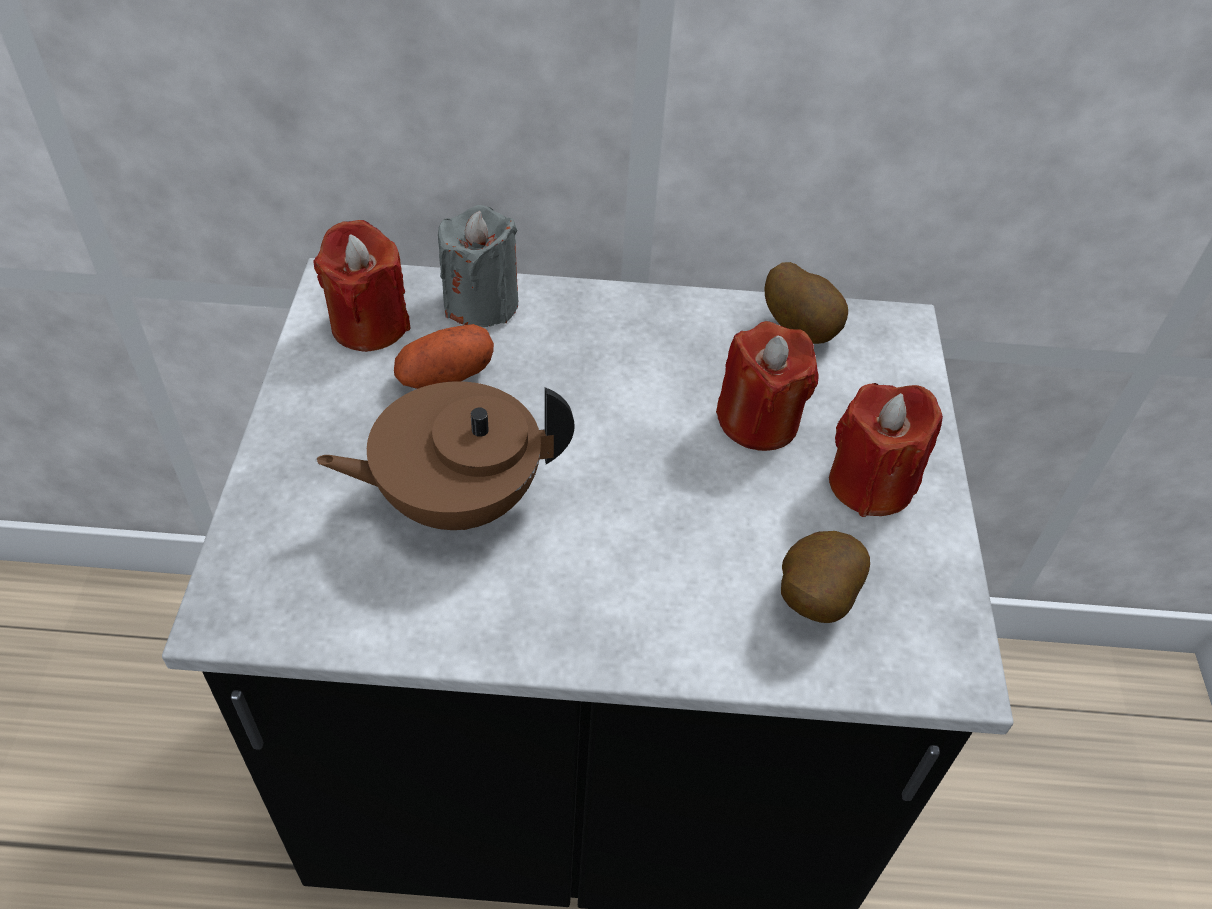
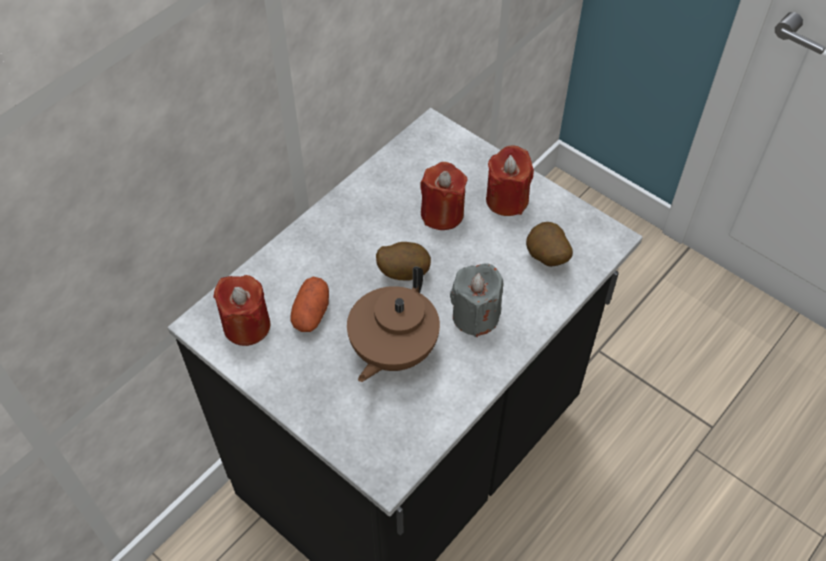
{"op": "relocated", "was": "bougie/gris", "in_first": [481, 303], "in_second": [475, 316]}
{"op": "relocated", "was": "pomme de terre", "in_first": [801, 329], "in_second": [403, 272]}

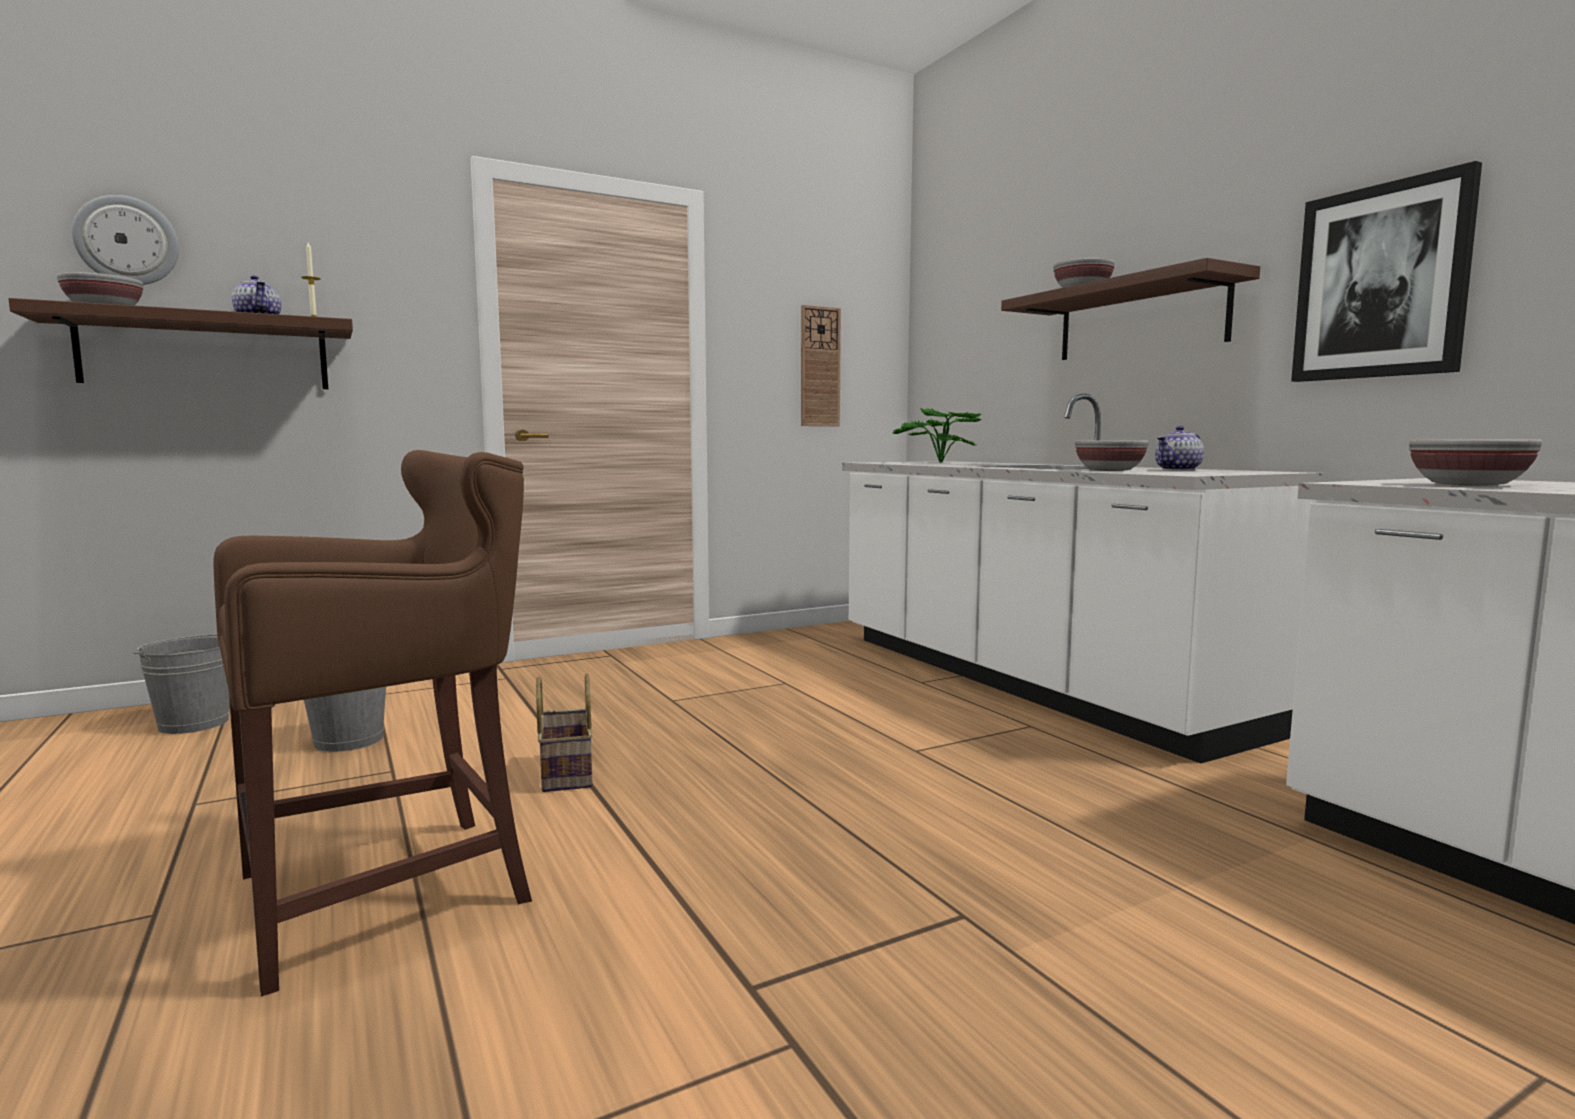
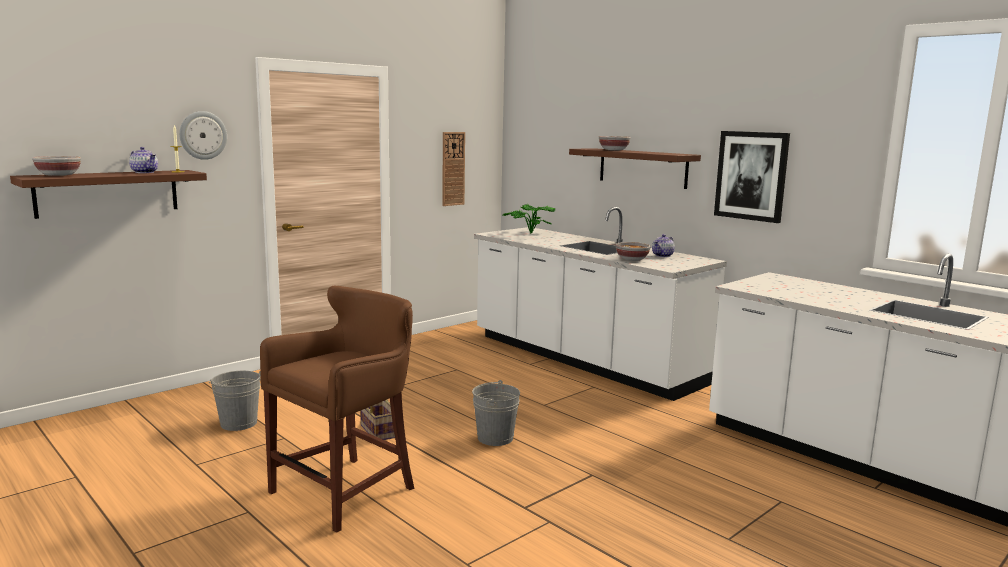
{"op": "relocated", "was": "horloge murale", "in_first": [127, 241], "in_second": [203, 135]}
{"op": "relocated", "was": "seau/gris", "in_first": [194, 723], "in_second": [495, 438]}
{"op": "missing", "was": "bol", "in_first": [1468, 485]}

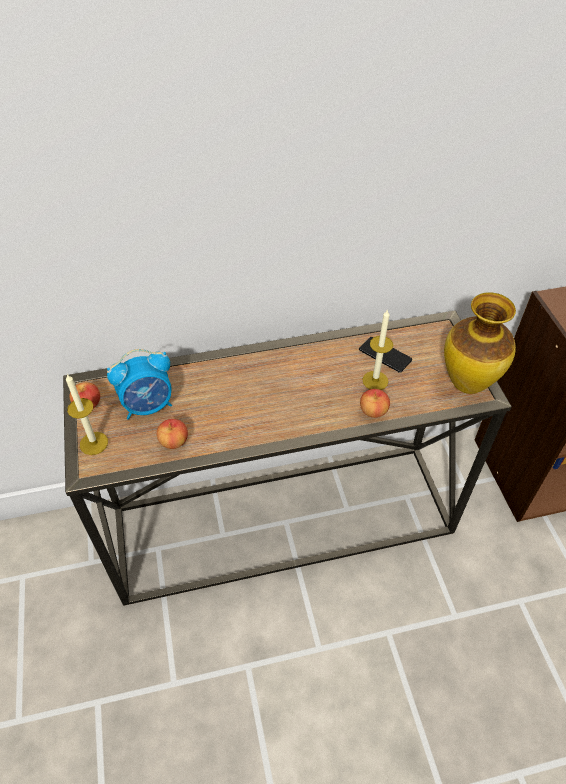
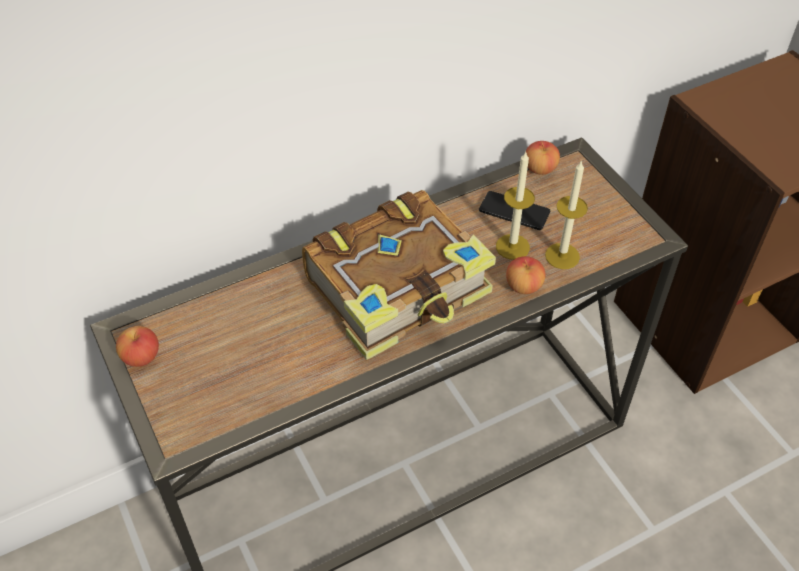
{"op": "relocated", "was": "bougie", "in_first": [94, 443], "in_second": [562, 256]}
{"op": "missing", "was": "réveil", "in_first": [148, 405]}
{"op": "relocated", "was": "pomme", "in_first": [174, 441], "in_second": [540, 169]}
{"op": "missing", "was": "vase", "in_first": [467, 383]}
{"op": "appeared", "now": "livre", "in_second": [400, 288]}

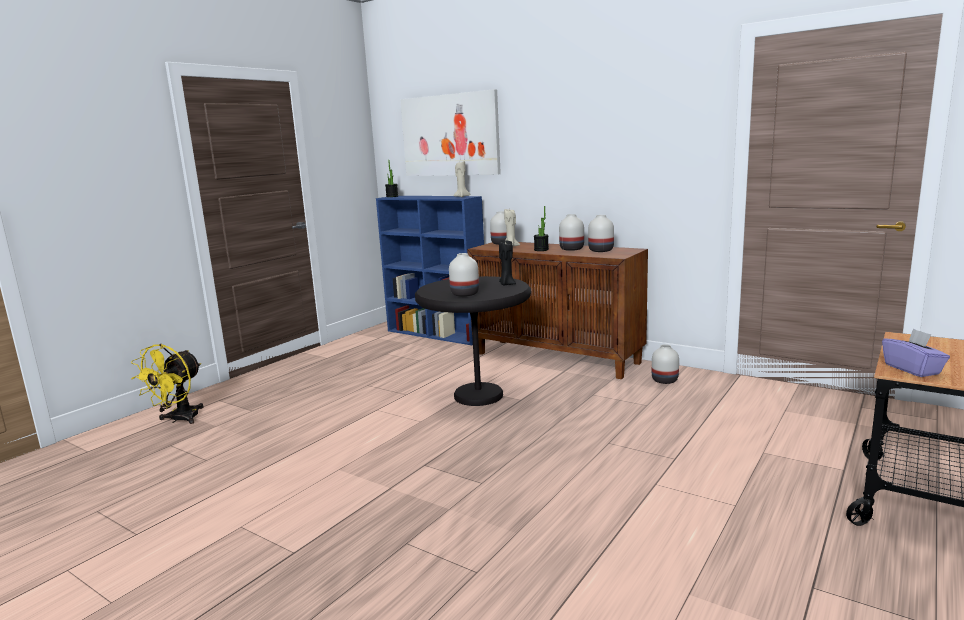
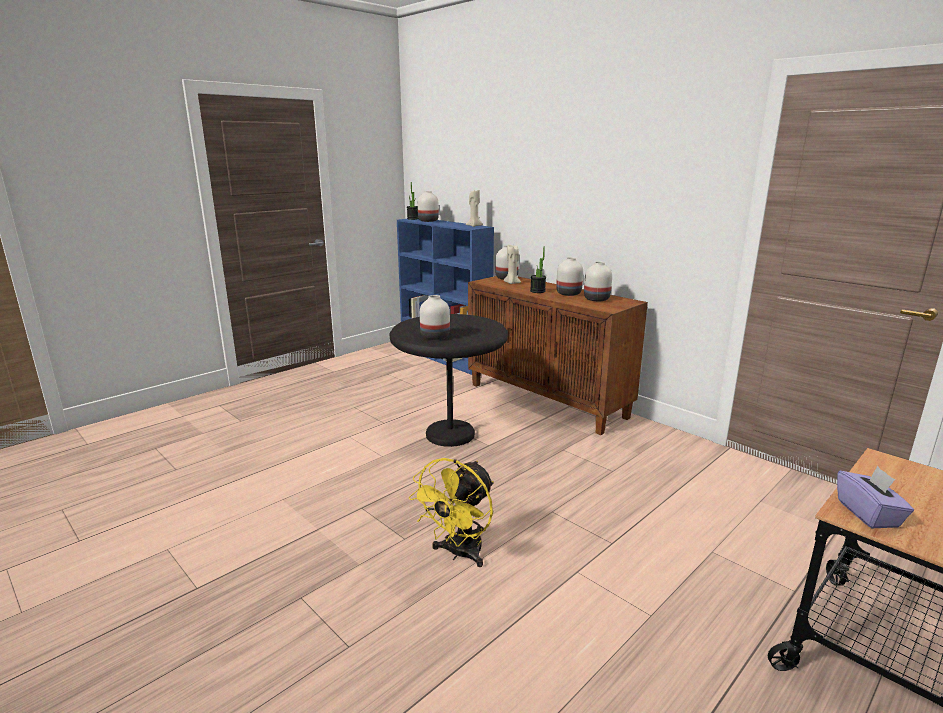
{"op": "relocated", "was": "ventilateur/jaune", "in_first": [179, 420], "in_second": [459, 554]}
{"op": "missing", "was": "tableau", "in_first": [450, 135]}
{"op": "missing", "was": "bougie/noir", "in_first": [506, 284]}
{"op": "relocated", "was": "vase/blanc", "in_first": [665, 380], "in_second": [429, 221]}

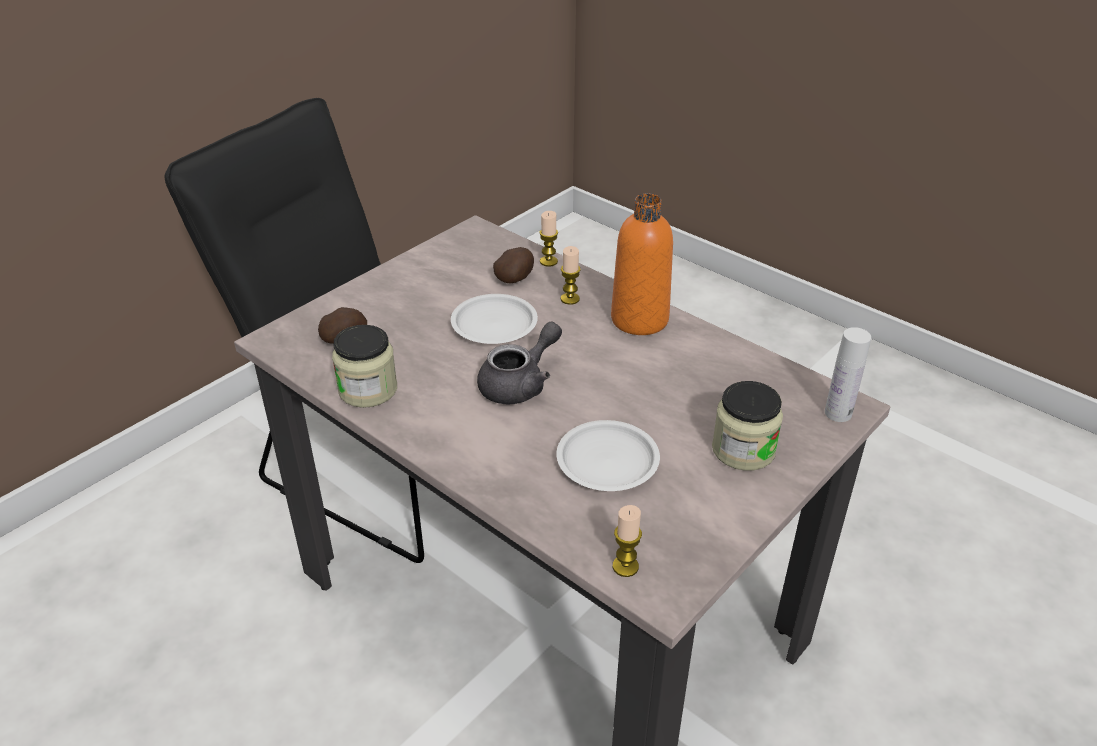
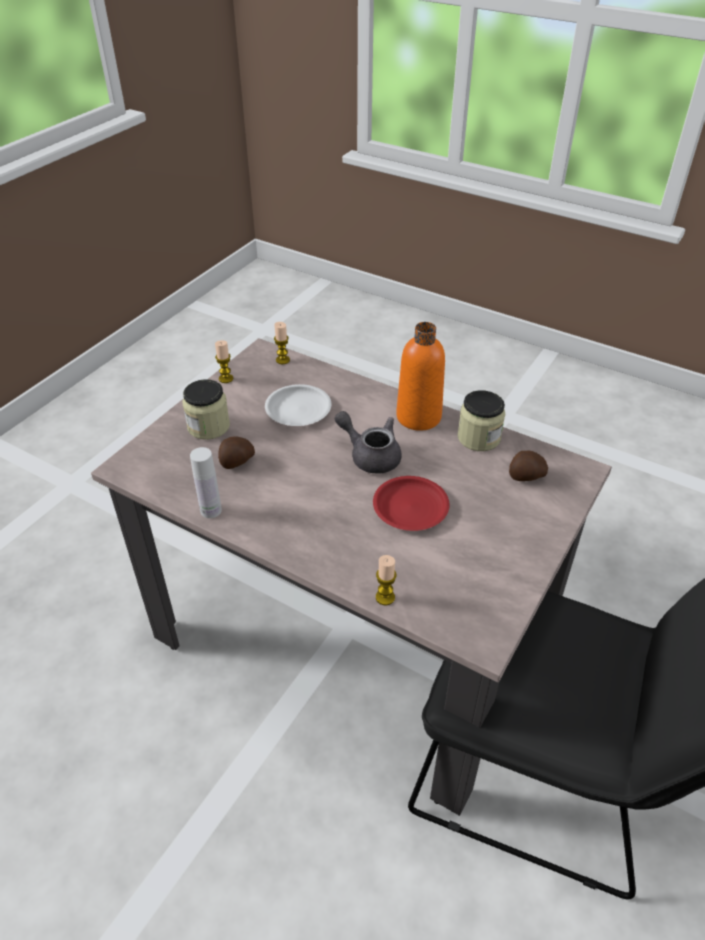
{"op": "colour", "was": "assiette/blanc", "now": "assiette/rouge", "in_first": [494, 324], "in_second": [410, 508]}
{"op": "spun", "was": "théière/gris", "in_first": [520, 384], "in_second": [370, 455], "clockwise": 90}
{"op": "relocated", "was": "pomme de terre", "in_first": [515, 279], "in_second": [236, 462]}
{"op": "relocated", "was": "bougie", "in_first": [570, 299], "in_second": [226, 378]}
{"op": "relocated", "was": "bouteille/orange", "in_first": [639, 319], "in_second": [418, 417]}
{"op": "relocated", "was": "bouteille/blanc", "in_first": [838, 413], "in_second": [211, 510]}

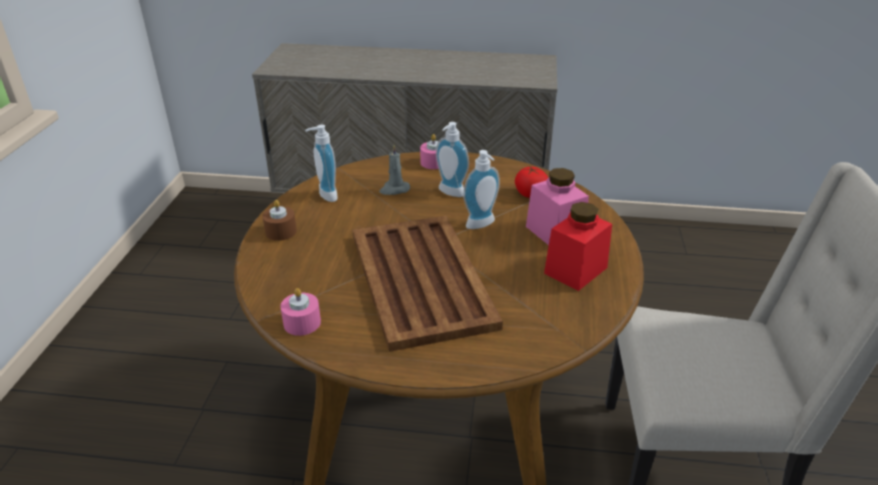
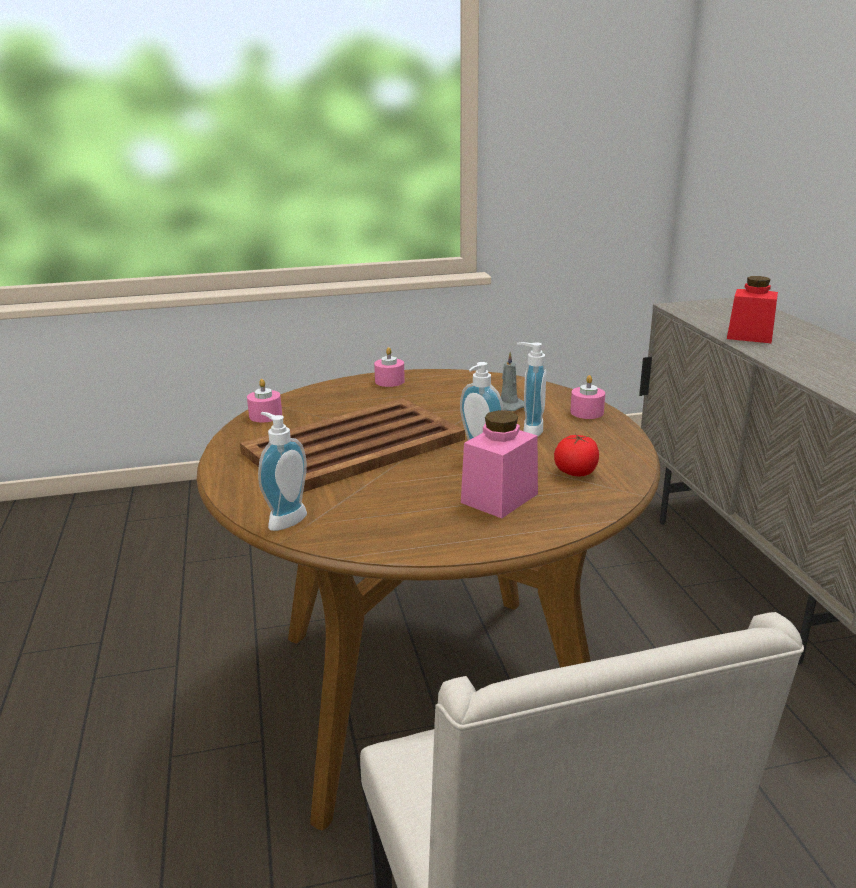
{"op": "colour", "was": "bougie/marron", "now": "bougie/rose", "in_first": [281, 231], "in_second": [389, 381]}
{"op": "relocated", "was": "distributeur de savon", "in_first": [324, 196], "in_second": [284, 519]}
{"op": "relocated", "was": "bocal/rouge", "in_first": [575, 270], "in_second": [749, 336]}

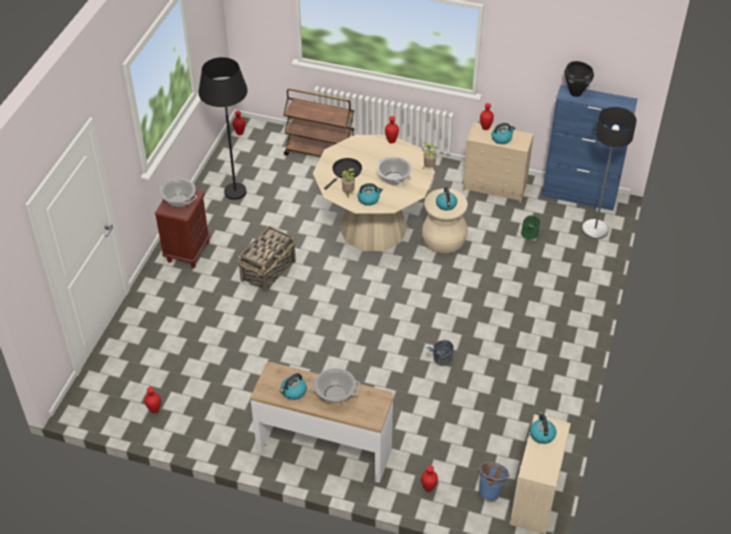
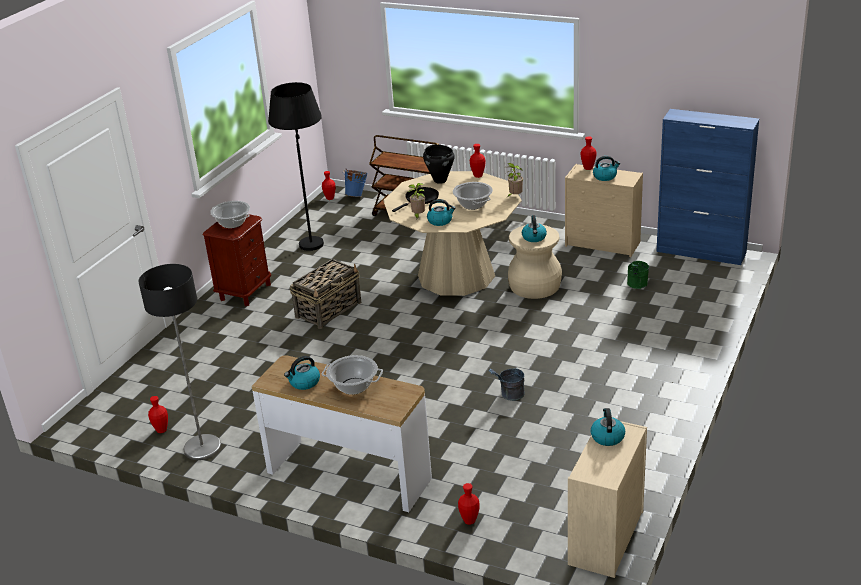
{"op": "relocated", "was": "seau/bleu", "in_first": [491, 490], "in_second": [357, 195]}
{"op": "relocated", "was": "marmite/noir", "in_first": [575, 93], "in_second": [440, 180]}
{"op": "relocated", "was": "lampadaire", "in_first": [595, 229], "in_second": [202, 448]}

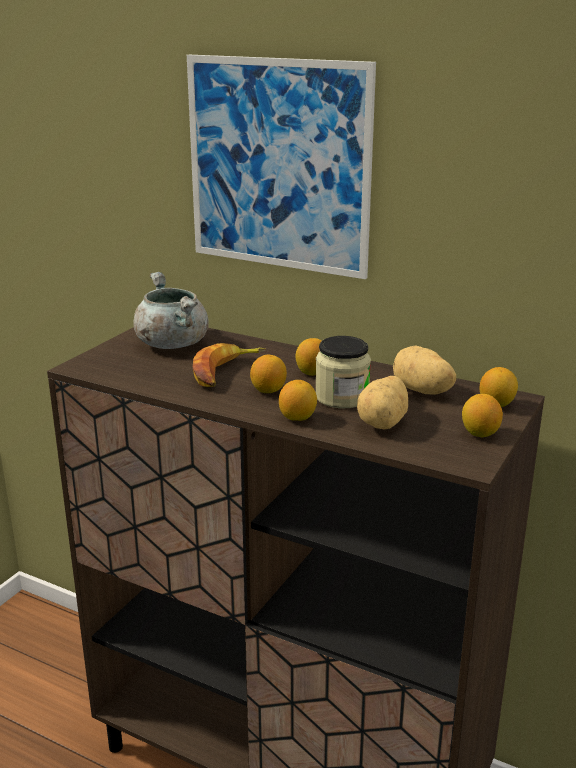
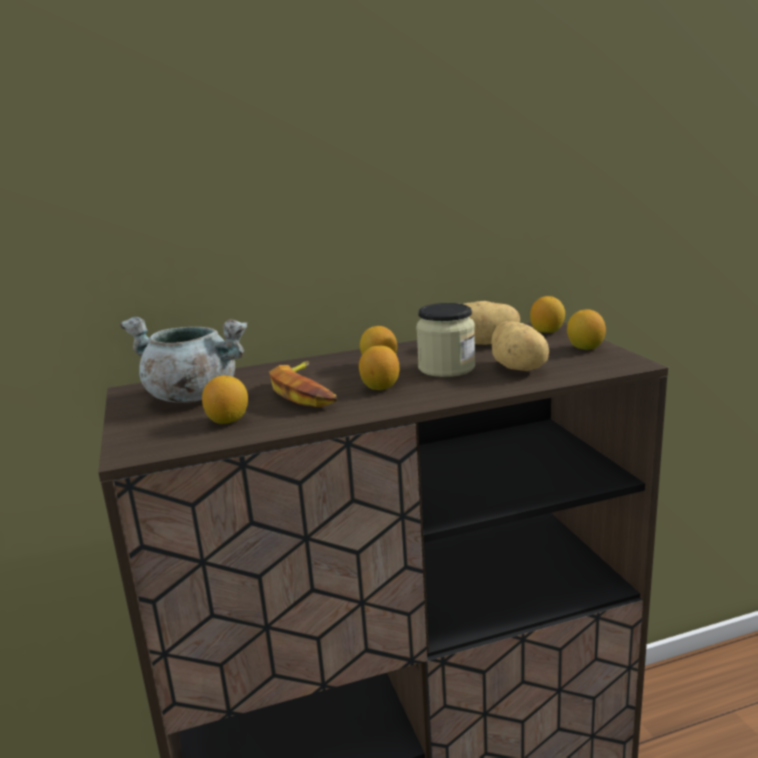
{"op": "missing", "was": "tableau", "in_first": [278, 166]}
{"op": "relocated", "was": "citron", "in_first": [297, 418], "in_second": [228, 421]}

